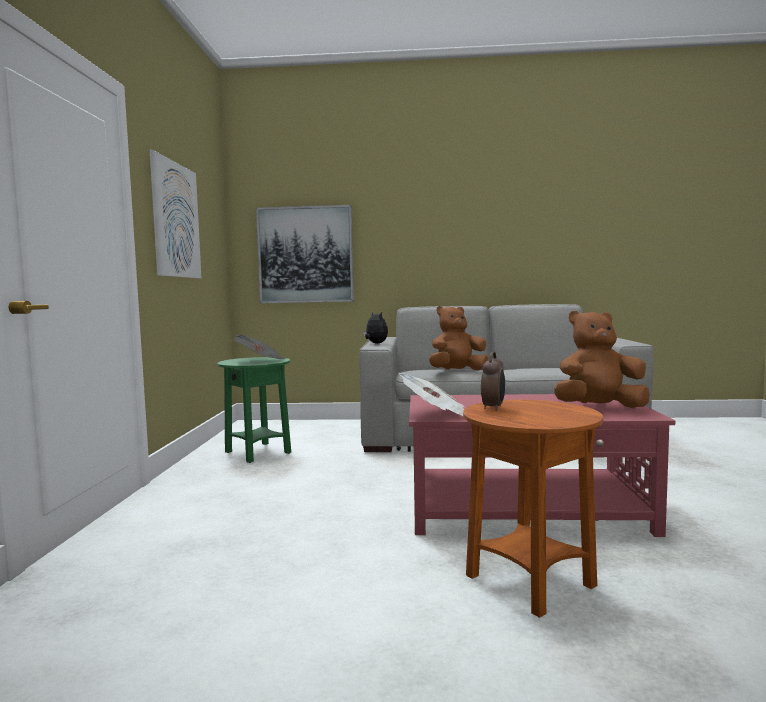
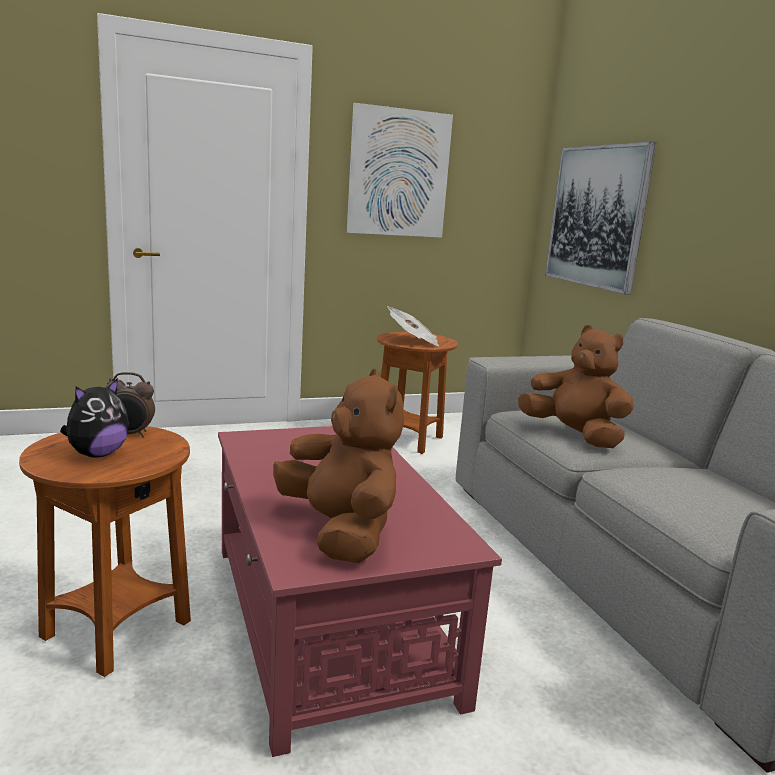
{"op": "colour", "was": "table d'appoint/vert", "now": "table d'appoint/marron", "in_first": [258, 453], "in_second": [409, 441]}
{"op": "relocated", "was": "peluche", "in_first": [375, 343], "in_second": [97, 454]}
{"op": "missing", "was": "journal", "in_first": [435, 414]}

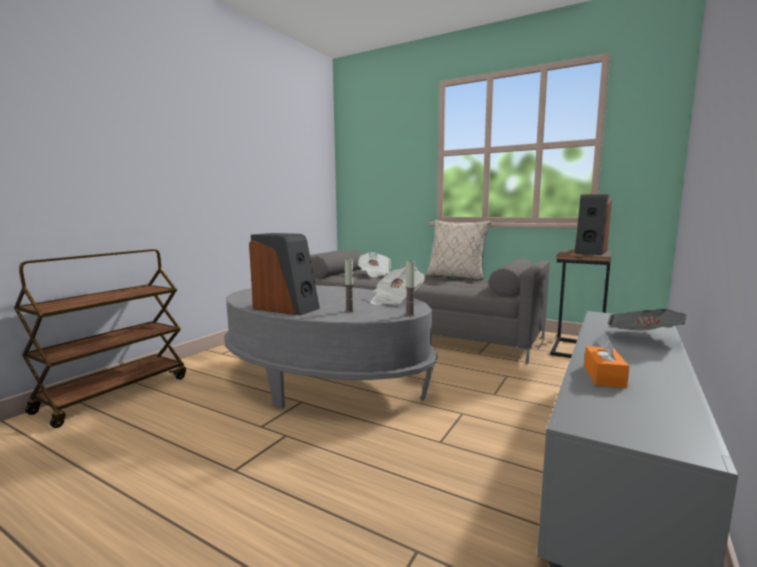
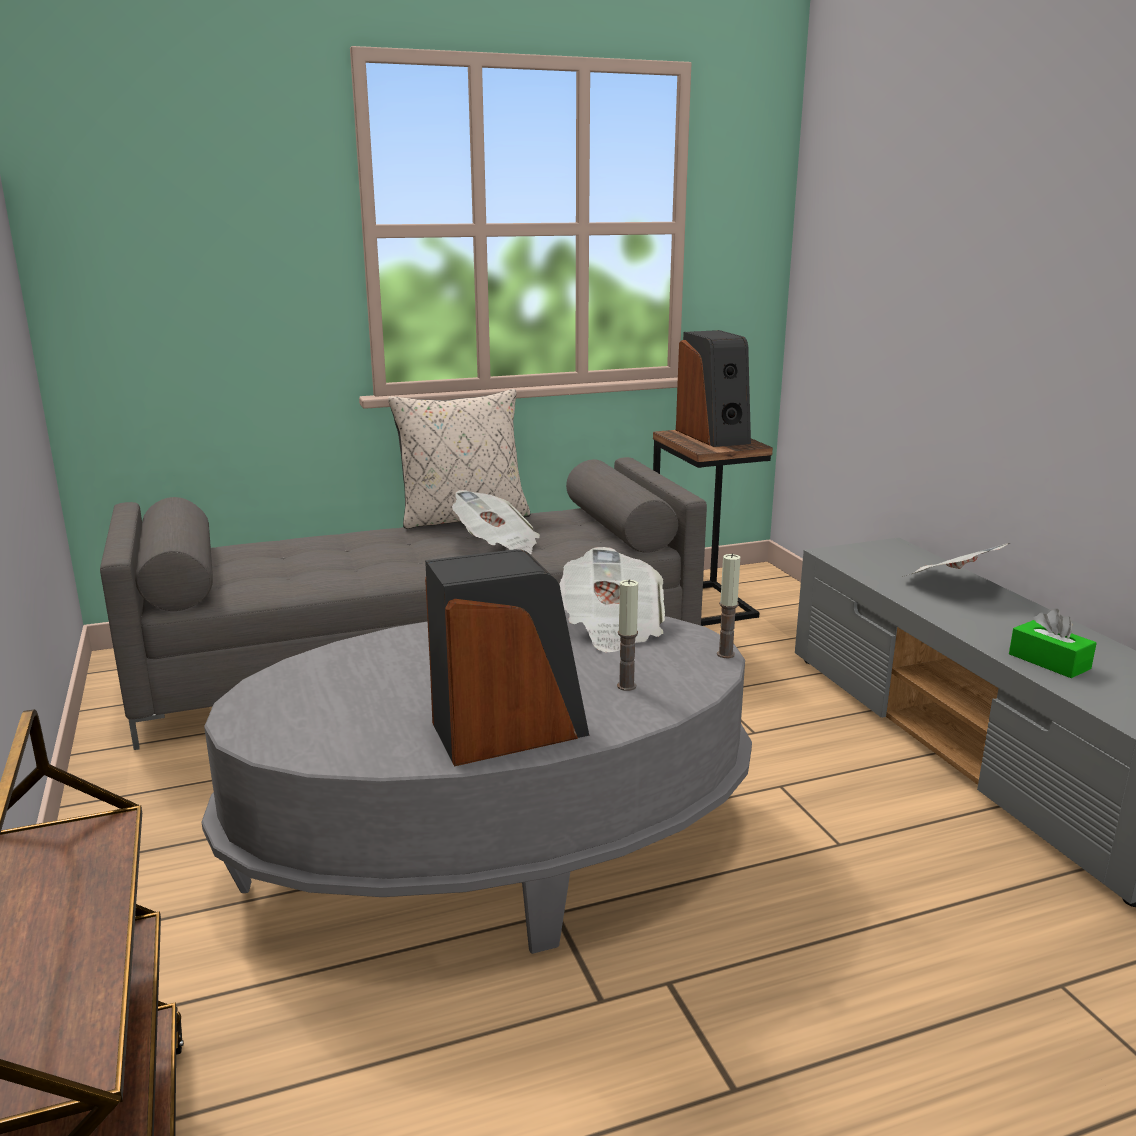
{"op": "relocated", "was": "journal", "in_first": [374, 274], "in_second": [498, 545]}
{"op": "colour", "was": "boîte à mouchoirs/orange", "now": "boîte à mouchoirs/vert", "in_first": [604, 376], "in_second": [1049, 661]}

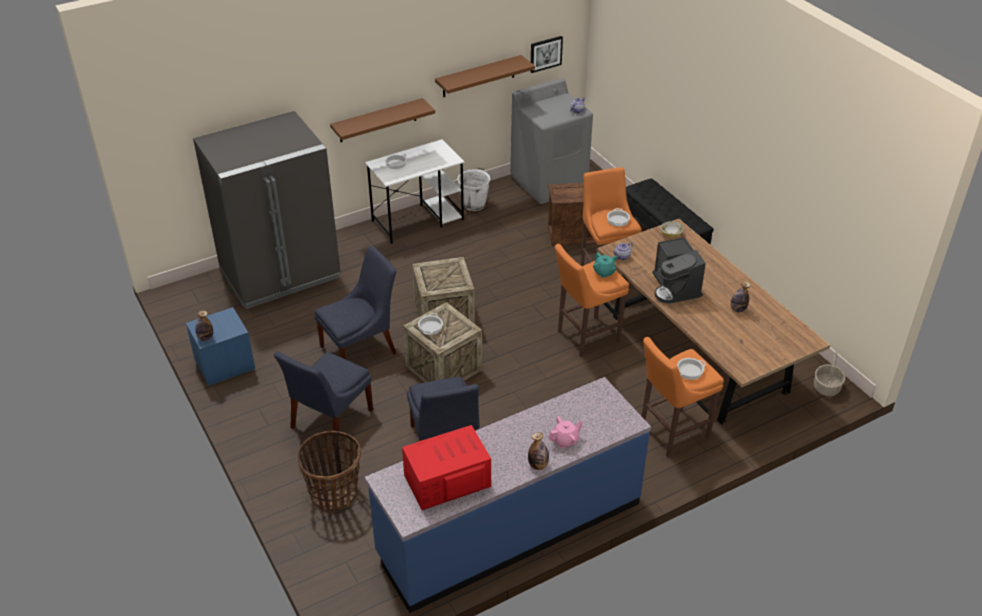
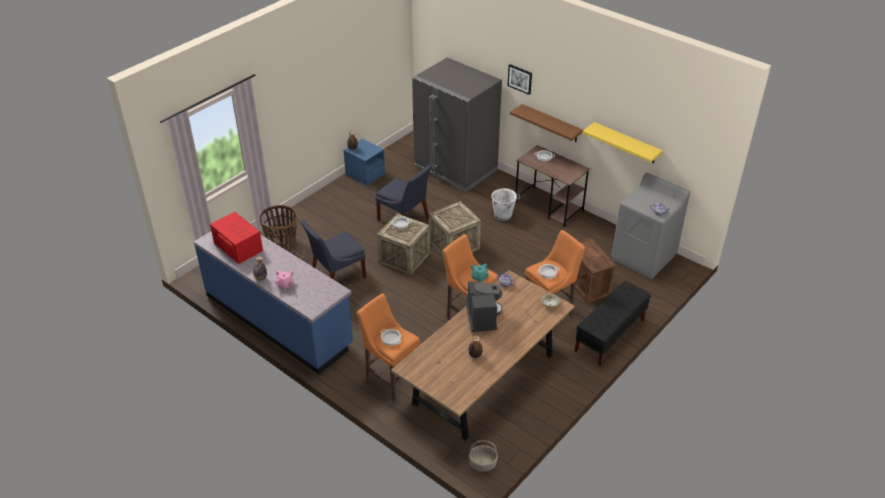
{"op": "missing", "was": "chaise/bleu", "in_first": [329, 421]}
{"op": "colour", "was": "bureau/blanc", "now": "bureau/marron", "in_first": [418, 220], "in_second": [549, 207]}
{"op": "colour", "was": "étagère/marron", "now": "étagère/jaune", "in_first": [478, 76], "in_second": [626, 143]}
{"op": "relocated", "was": "seau/blanc", "in_first": [474, 204], "in_second": [504, 215]}
{"op": "relocated", "was": "tableau", "in_first": [545, 53], "in_second": [520, 79]}
{"op": "spun", "was": "machine à café", "in_first": [675, 288], "in_second": [482, 317], "clockwise": 120}

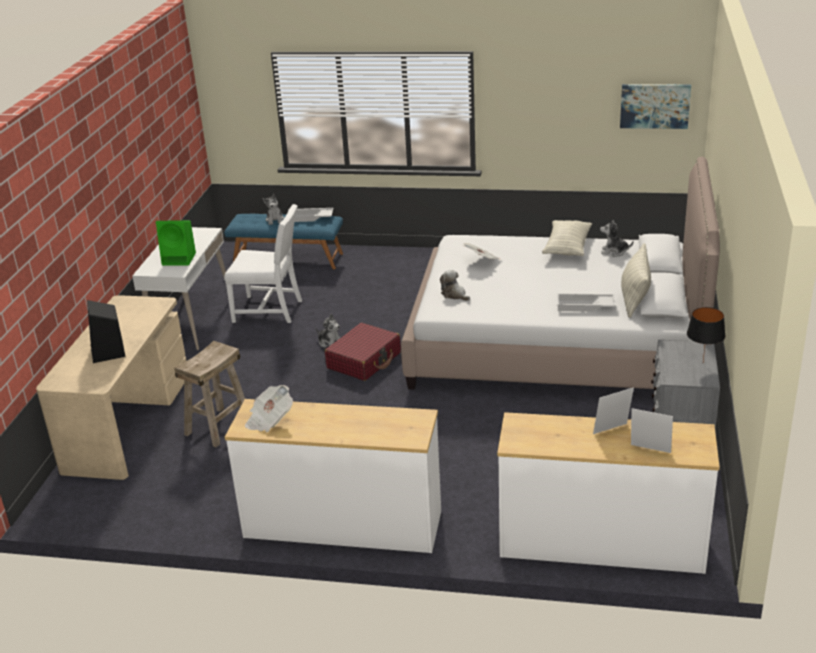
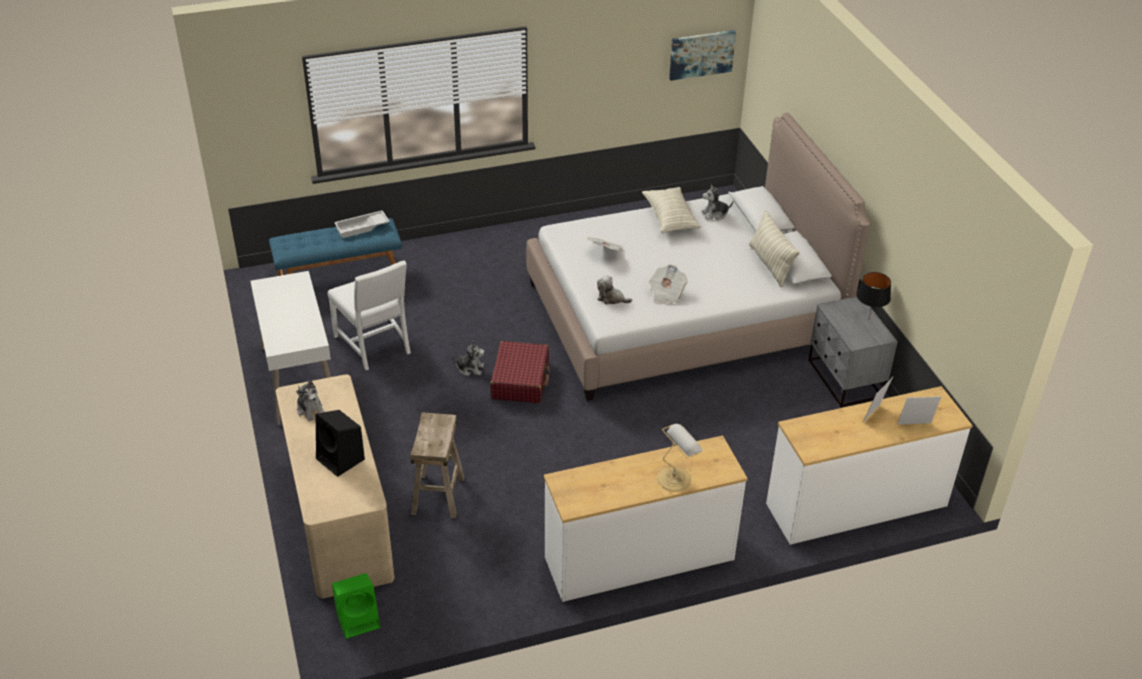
{"op": "relocated", "was": "enceinte/vert", "in_first": [180, 259], "in_second": [359, 619]}
{"op": "spun", "was": "chaise/blanc", "in_first": [270, 310], "in_second": [375, 345], "clockwise": 75}
{"op": "relocated", "was": "journal", "in_first": [269, 420], "in_second": [666, 294]}
{"op": "relocated", "was": "peluche", "in_first": [275, 220], "in_second": [310, 410]}
{"op": "missing", "was": "plateau/blanc", "in_first": [584, 306]}
{"op": "appeared", "now": "lampe de table", "in_second": [675, 478]}

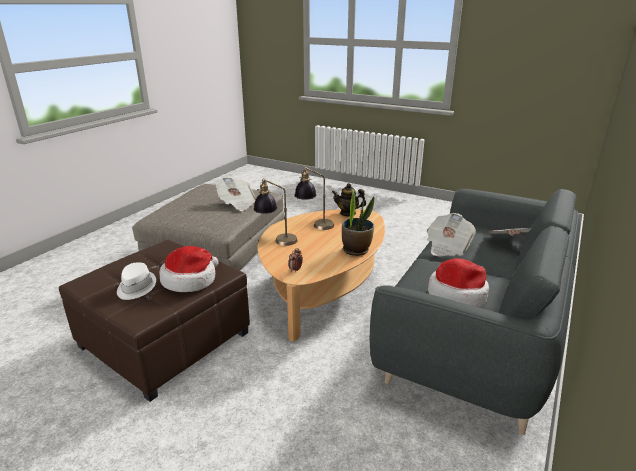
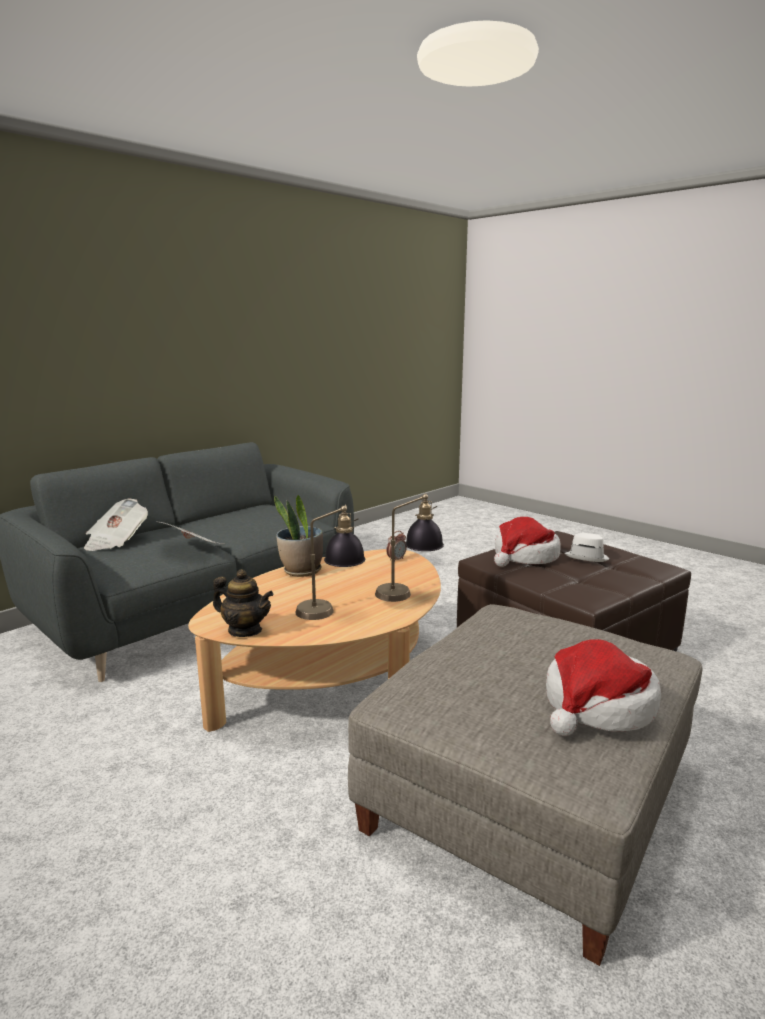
{"op": "missing", "was": "journal", "in_first": [237, 203]}
{"op": "relocated", "was": "chapeau", "in_first": [457, 295], "in_second": [597, 706]}

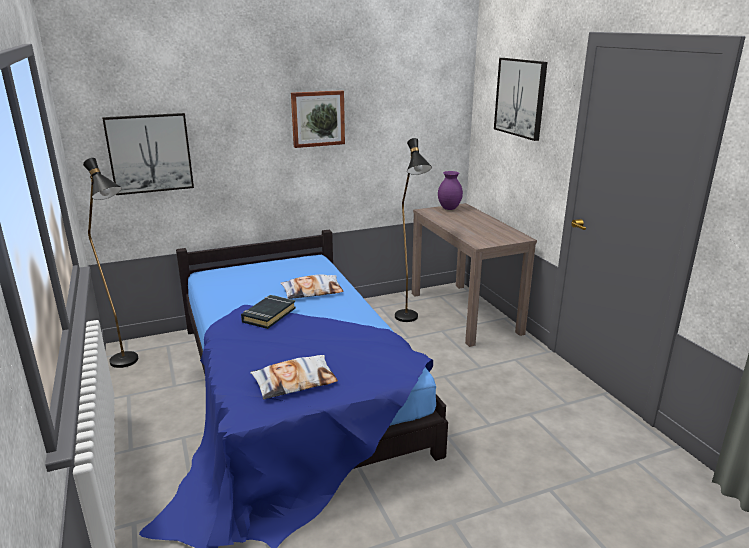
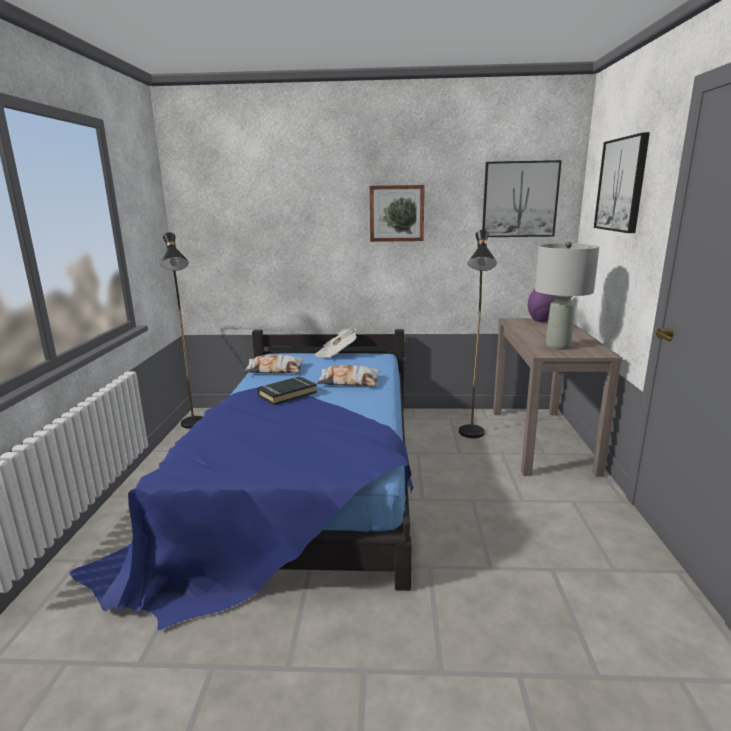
{"op": "relocated", "was": "tableau", "in_first": [150, 153], "in_second": [519, 199]}
{"op": "relocated", "was": "coussin", "in_first": [295, 382], "in_second": [275, 370]}
{"op": "appeared", "now": "journal", "in_second": [336, 354]}
{"op": "appeared", "now": "lampe de table/gris", "in_second": [557, 346]}

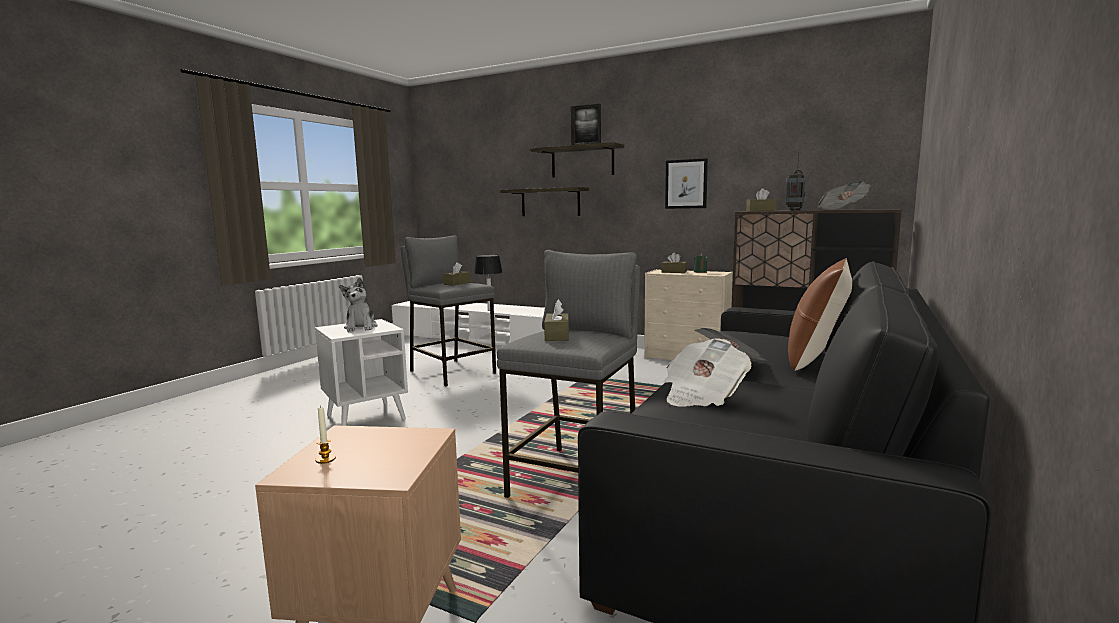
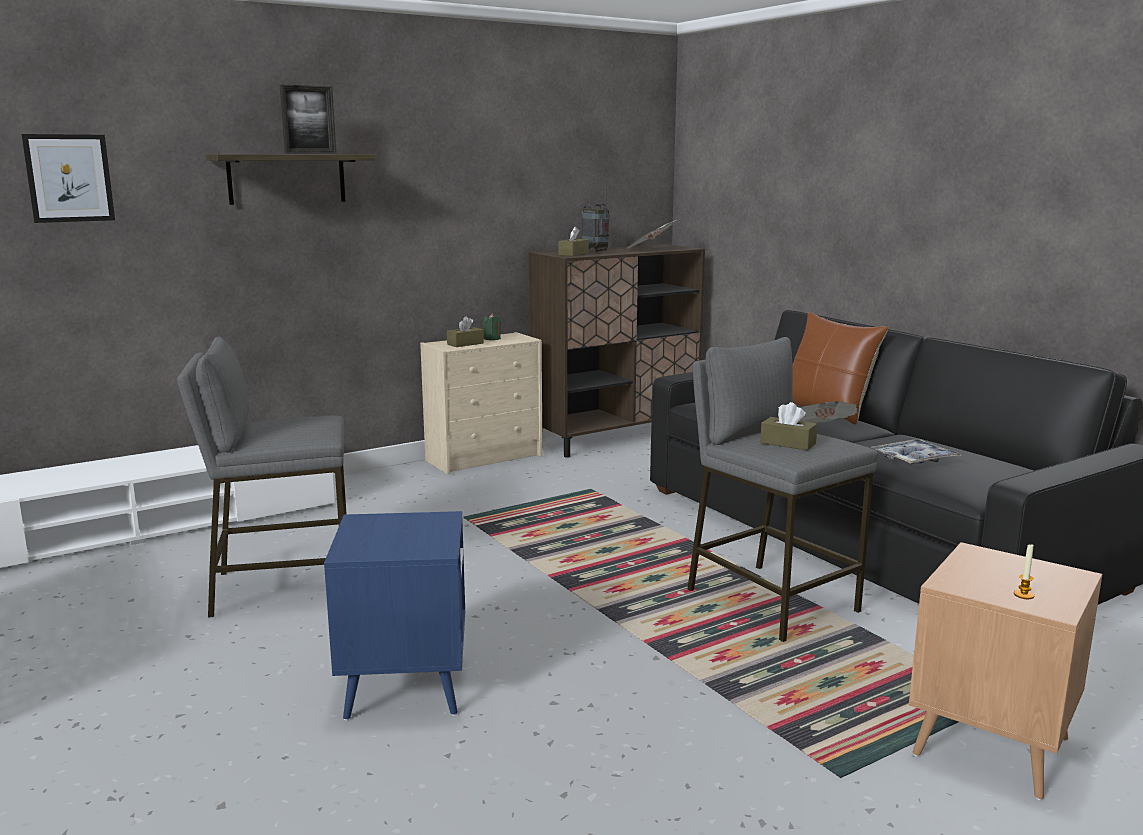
{"op": "colour", "was": "table d'appoint/blanc", "now": "table d'appoint/bleu", "in_first": [366, 417], "in_second": [405, 687]}
{"op": "missing", "was": "peluche", "in_first": [361, 327]}
{"op": "missing", "was": "boîte à mouchoirs/marron", "in_first": [457, 283]}
{"op": "missing", "was": "lampe de table", "in_first": [489, 310]}
{"op": "missing", "was": "étagère", "in_first": [550, 202]}
{"op": "exchanged", "was": "journal", "now": "plateau", "in_first": [702, 396], "in_second": [914, 459]}
{"op": "relocated", "was": "tableau", "in_first": [686, 184], "in_second": [69, 178]}

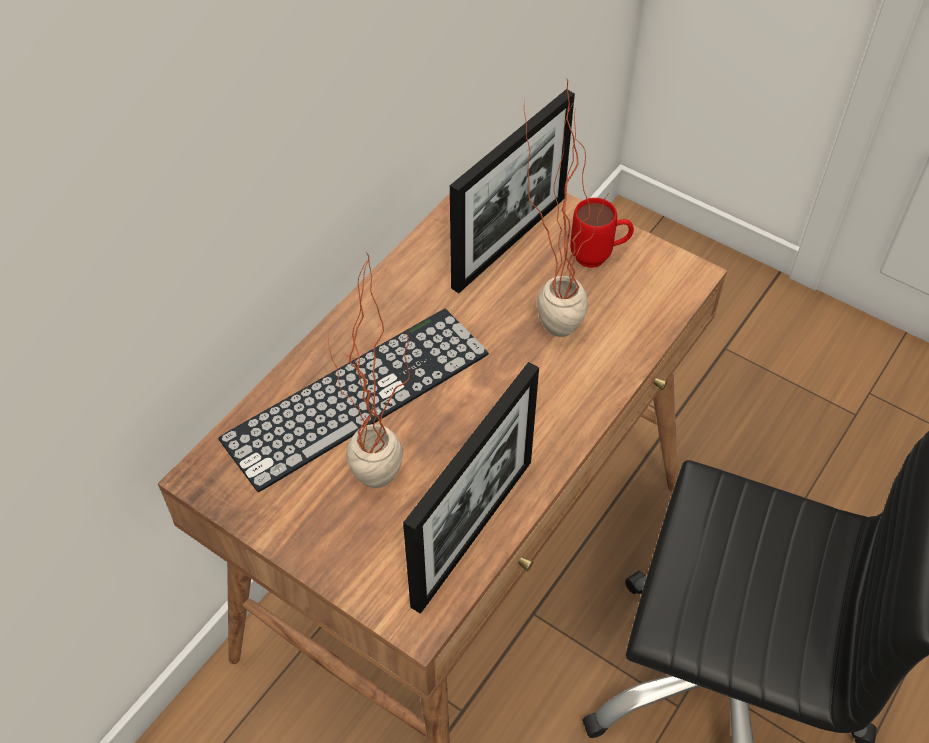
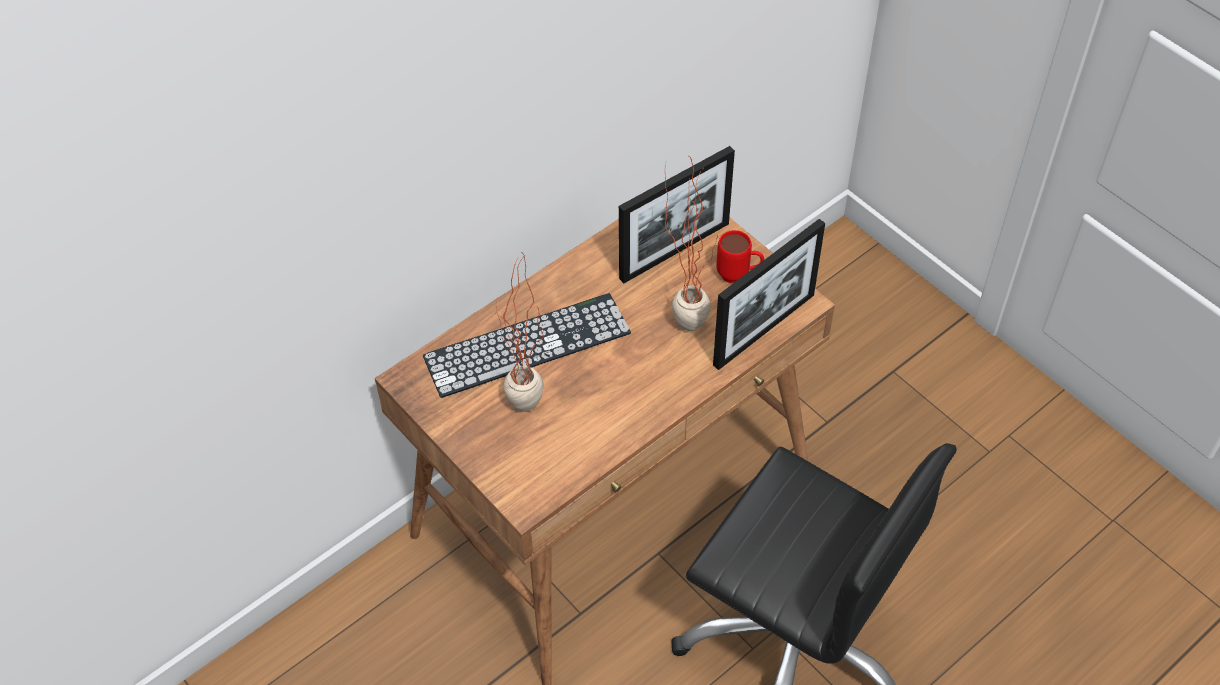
{"op": "relocated", "was": "cadre photo", "in_first": [473, 532], "in_second": [764, 329]}

